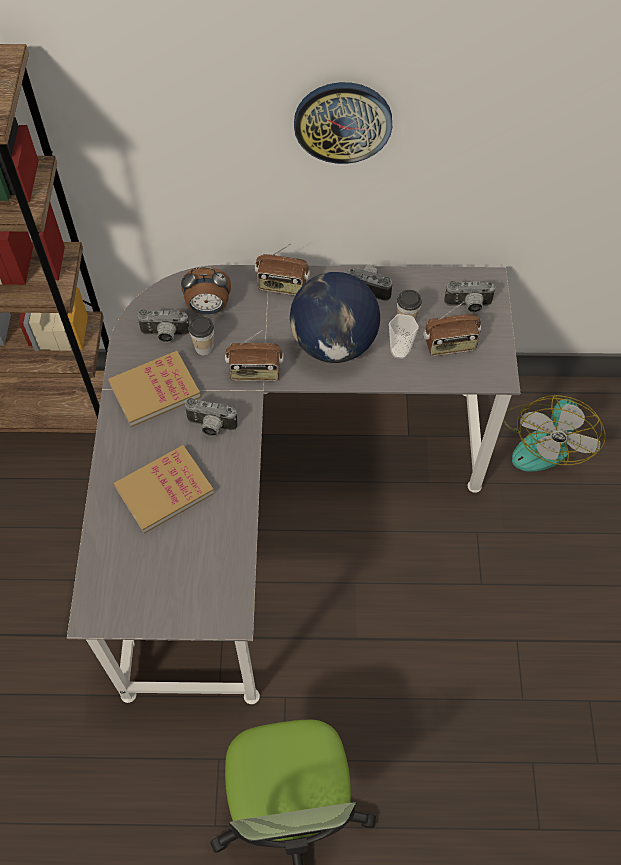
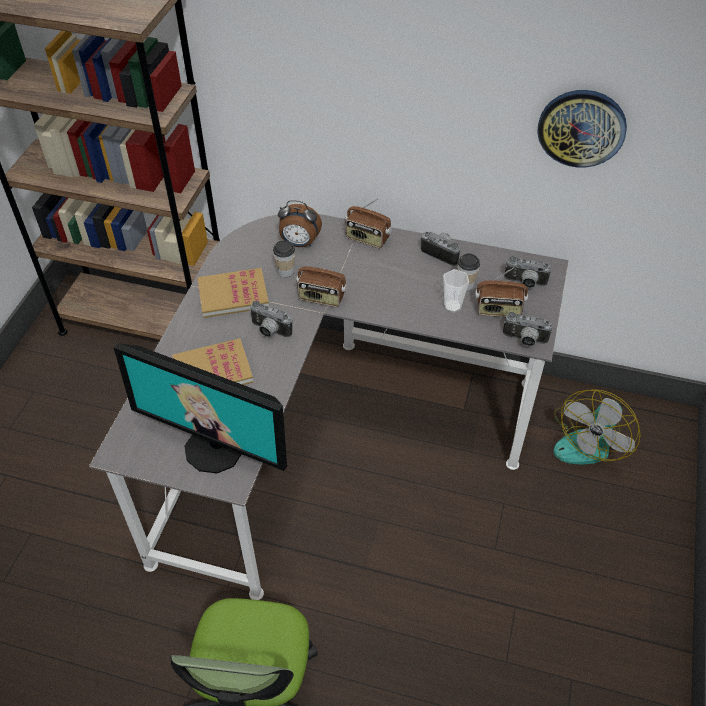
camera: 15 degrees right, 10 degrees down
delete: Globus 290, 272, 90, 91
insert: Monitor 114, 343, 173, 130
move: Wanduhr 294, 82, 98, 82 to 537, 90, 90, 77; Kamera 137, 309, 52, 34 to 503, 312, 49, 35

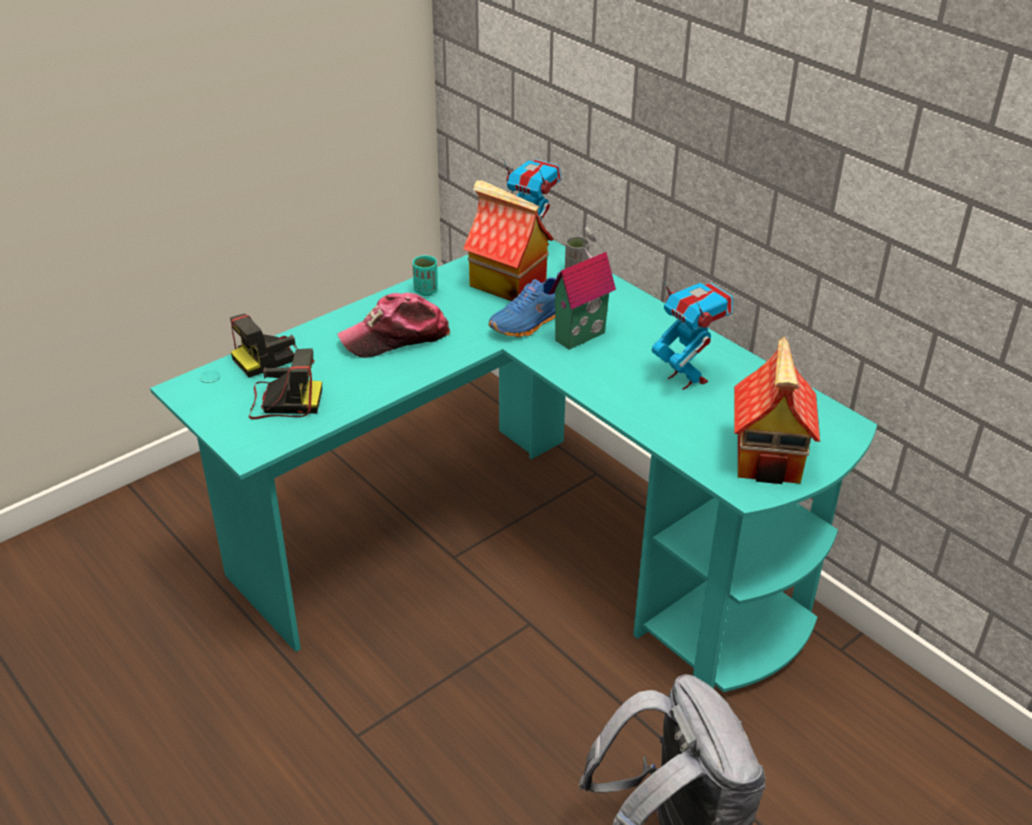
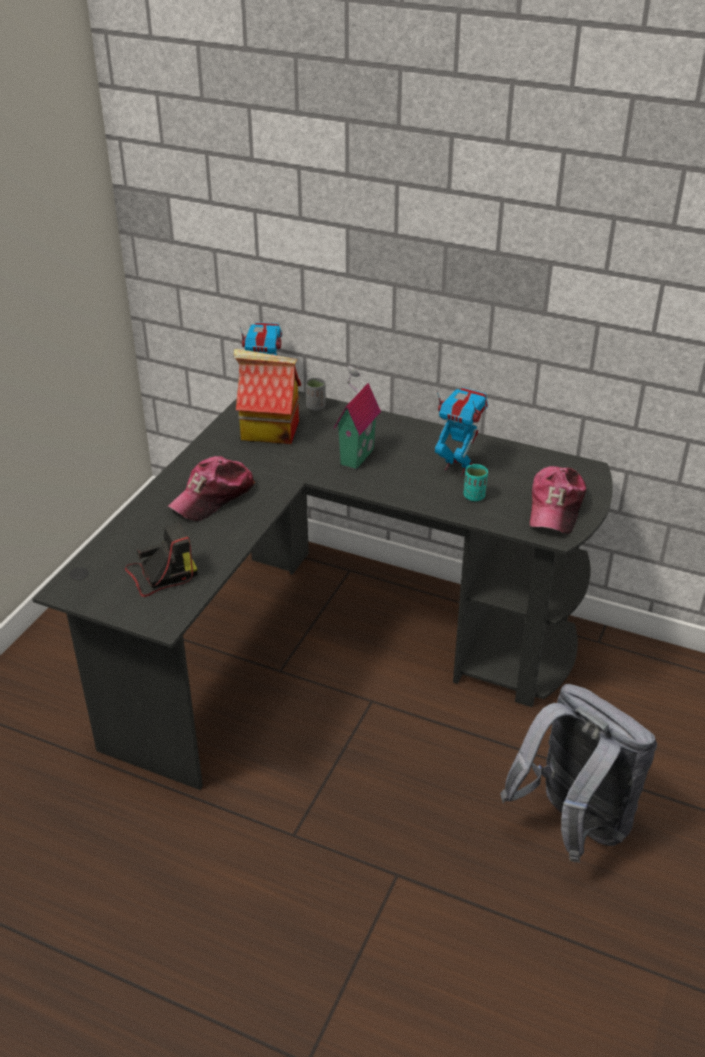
camera: 25 degrees left, 0 degrees up
delete: Schuh/blau 489, 272, 71, 65; Kamera 230, 314, 85, 64
move: Tasse/türkis 413, 255, 25, 41 to 464, 464, 24, 37
replace: Spielzeughaus 734, 336, 86, 148 to Kappe 530, 466, 56, 67
recolor: Schreibtisch/türkis 150, 240, 727, 452 to Schreibtisch/schwarz 32, 391, 581, 399

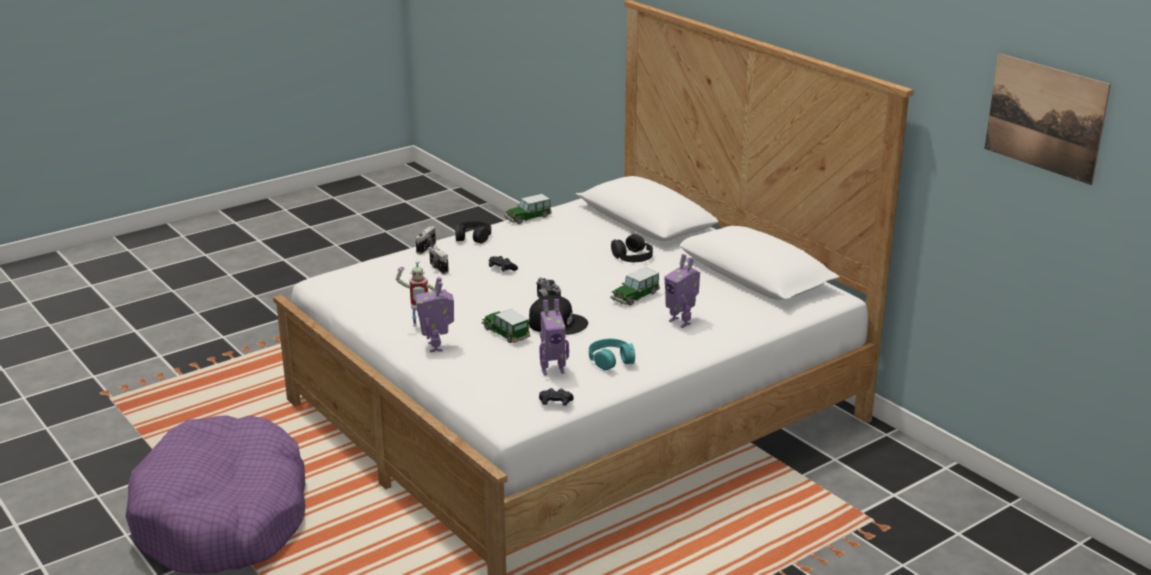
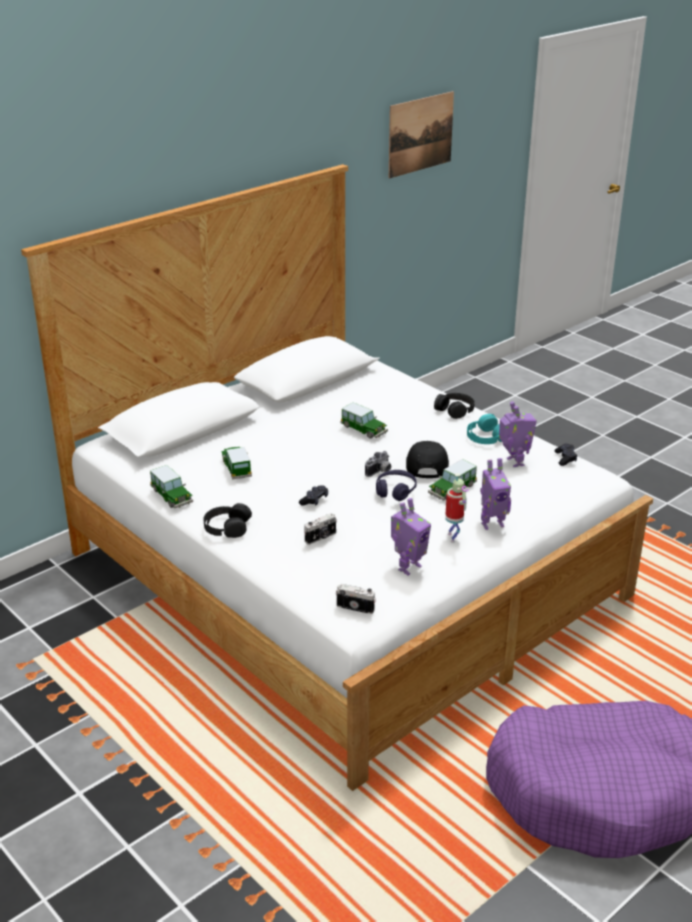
camera: 95 degrees left, 5 degrees up
insert: Spielzeugauto 221, 447, 31, 32; Kopfhörer/lila 376, 470, 41, 31
move: Kamera 416, 226, 20, 28 to 336, 584, 40, 30; Kopfhörer/schwarz 611, 234, 42, 28 to 434, 393, 41, 26; Spielzeugroboter 664, 254, 36, 74 to 391, 498, 40, 77

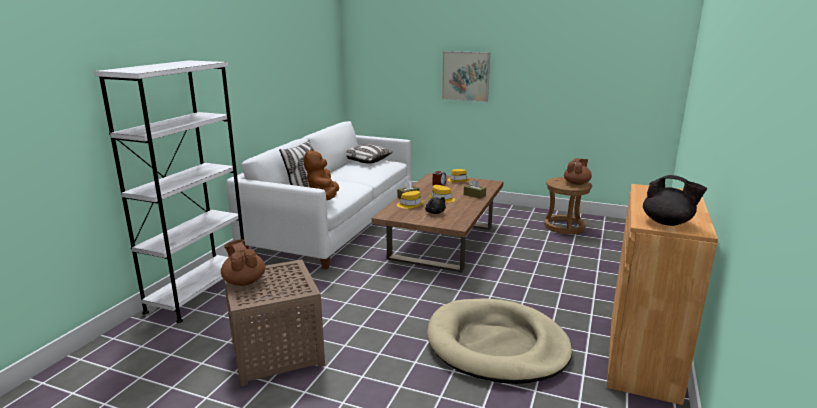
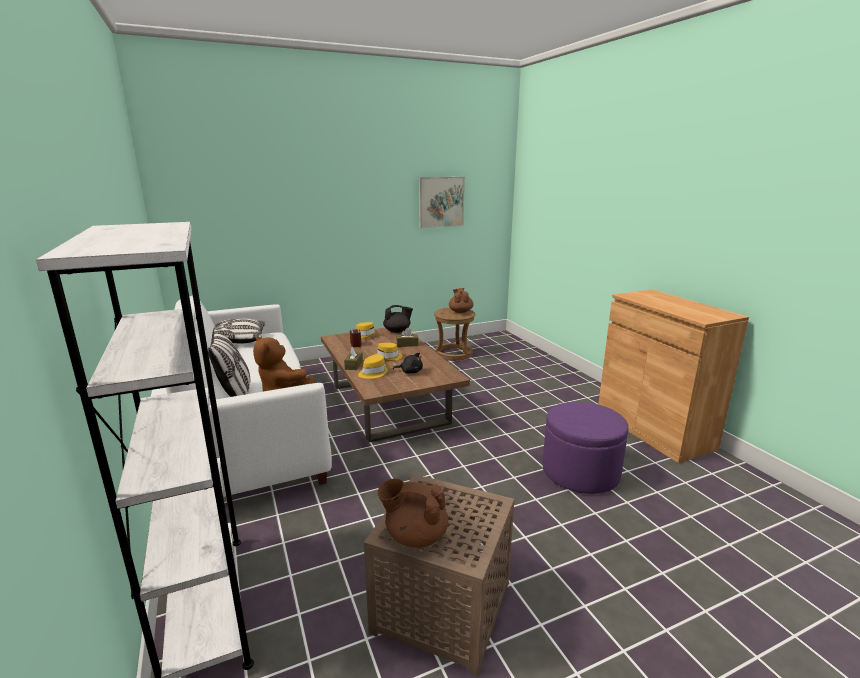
camera: 45 degrees left, 0 degrees up
move: Bild 442, 51, 48, 51 to 419, 177, 46, 51; Teekanne/schwarz 643, 175, 64, 51 to 383, 305, 30, 28
replace: Hundebett/beige 427, 298, 145, 86 to Polsterhocker/lila 542, 402, 86, 92

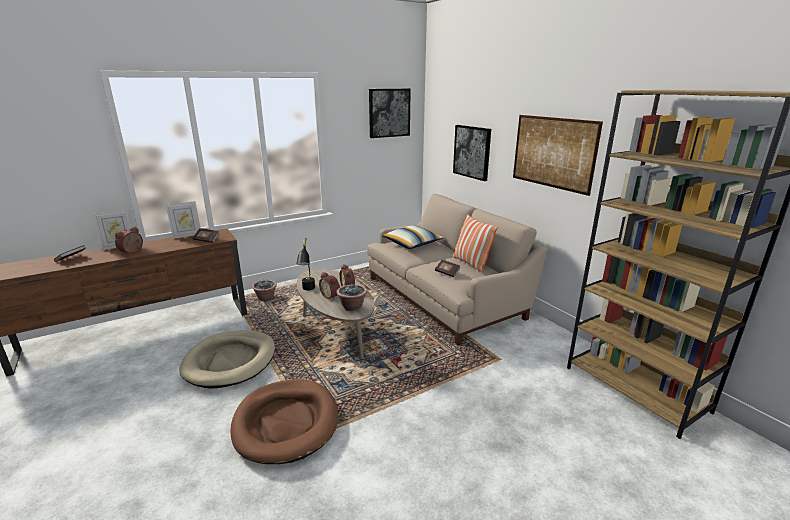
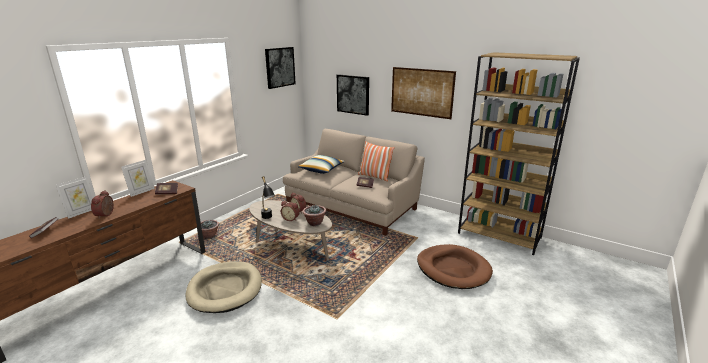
camera: 25 degrees left, 0 degrees up
move: Hundebett/braun 230, 380, 108, 84 to 417, 244, 76, 45

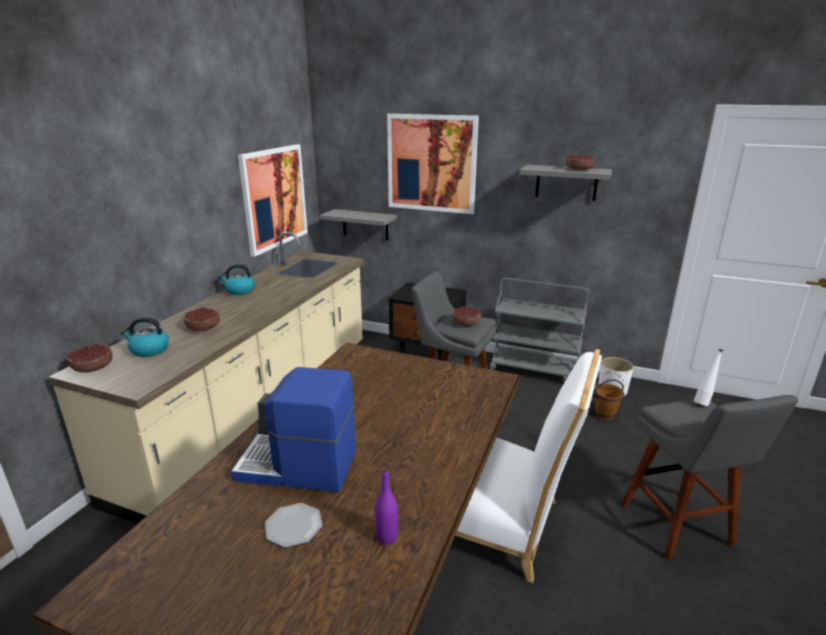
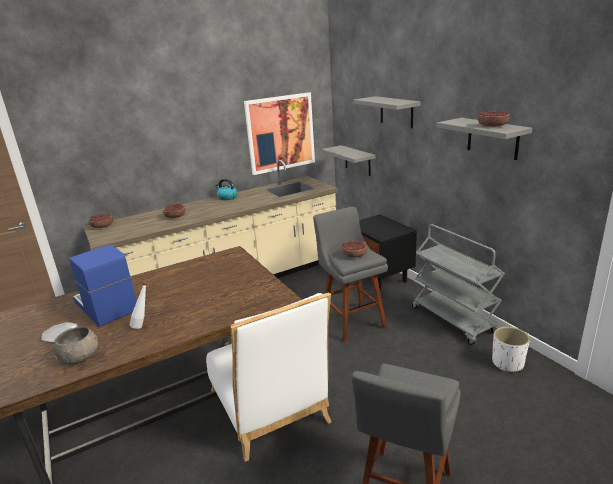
camera: 40 degrees right, 0 degrees up
delete: Wasserkessel 120, 317, 49, 40; Eimer/braun 592, 379, 33, 41
move: Flasche/weiß 694, 349, 29, 57 to 130, 282, 17, 47
replace: Bild 387, 114, 92, 100 to Wandregal/grau 353, 96, 67, 32; Flasche/lila 375, 467, 23, 78 to Schüssel/grau 53, 327, 45, 38

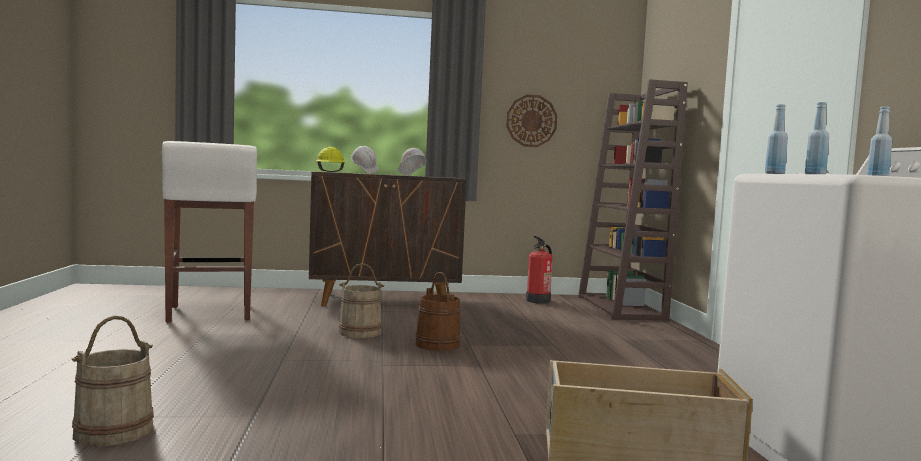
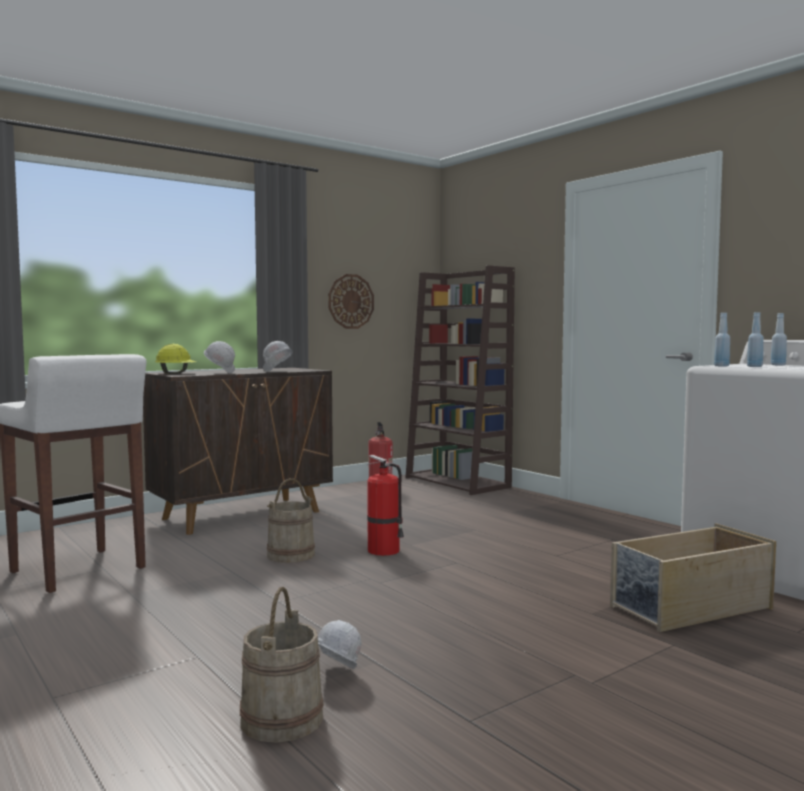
camera: 30 degrees left, 0 degrees up
insert: Schutzhelm/weiß 318, 620, 43, 49
replace: Eimer/braun 415, 272, 46, 79 to Feuerlöscher 367, 455, 37, 101

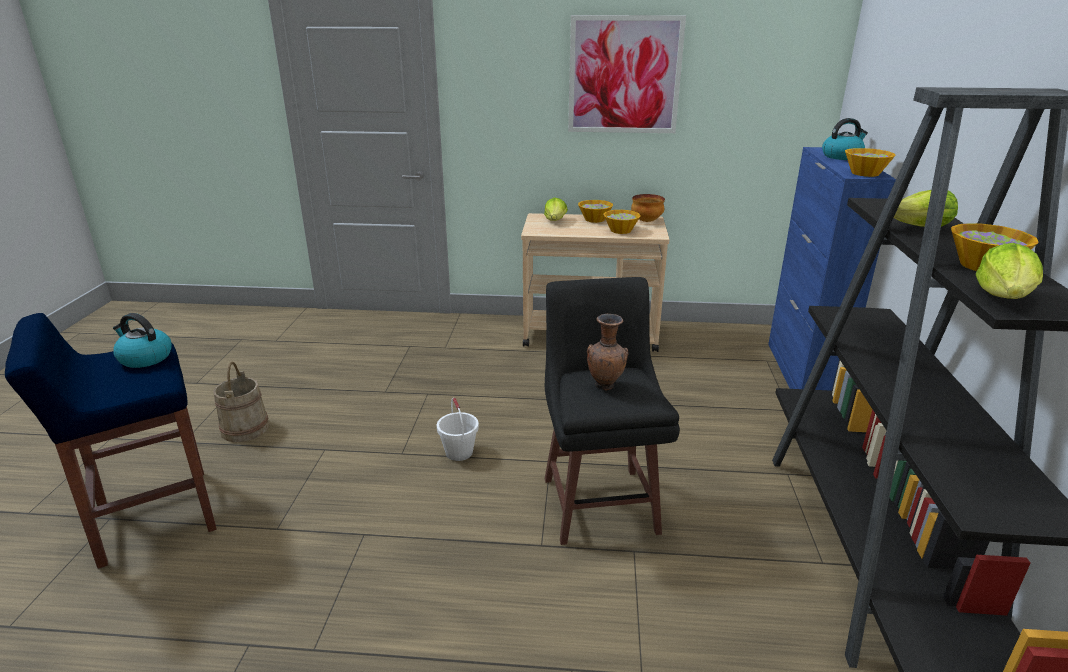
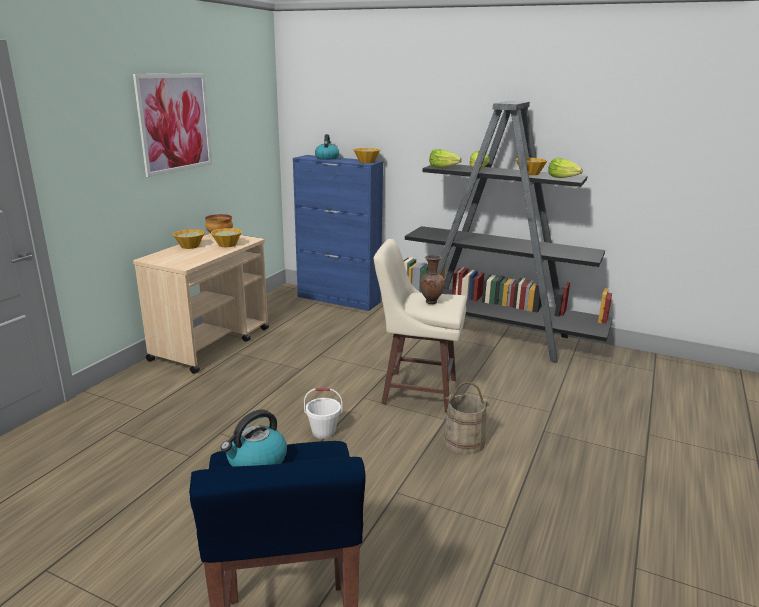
camera: 70 degrees left, 5 degrees down
move: Salatkopf 544, 197, 24, 24 to 429, 149, 33, 19; Eimer/beige 213, 362, 56, 80 to 443, 381, 47, 73
recolor: Hocker/schwarz 545, 277, 135, 268 to Hocker/beige 374, 239, 93, 173

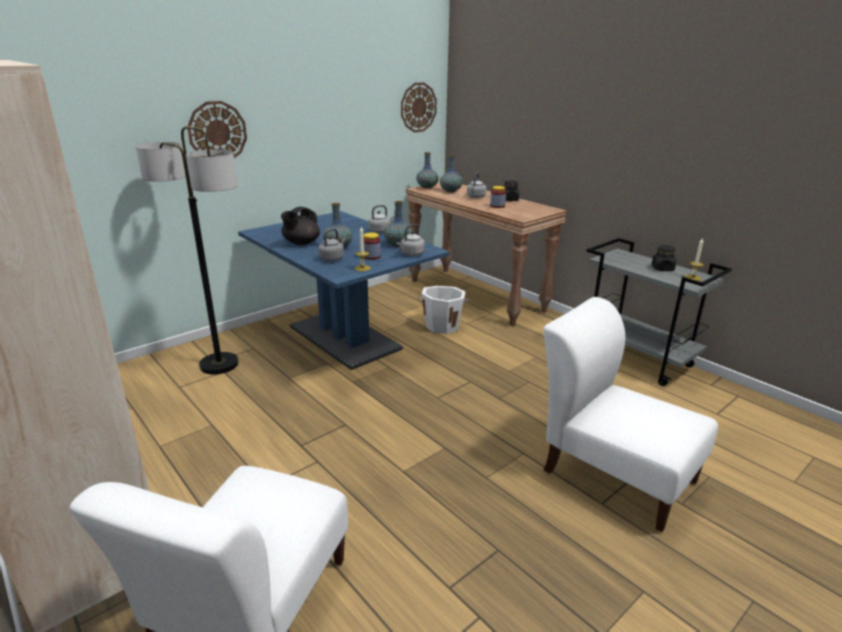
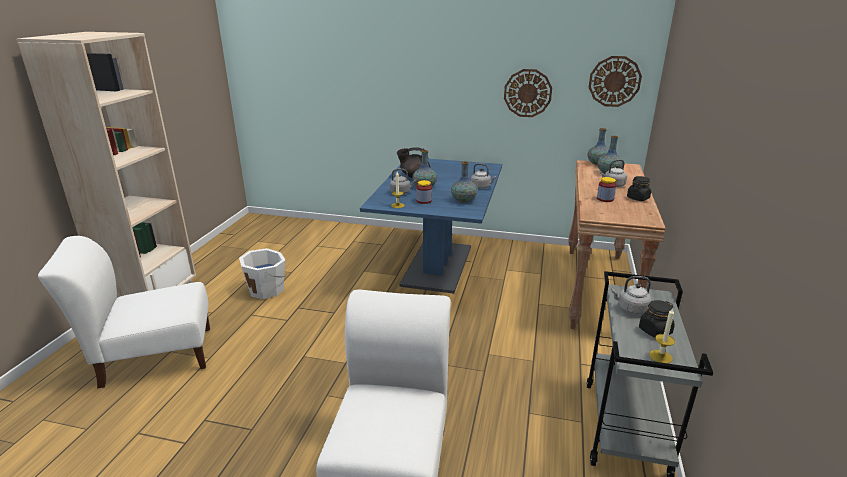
camera: 55 degrees right, 0 degrees up
delete: Stehlampe 136, 126, 102, 249
move: Wanduhr 188, 101, 59, 57 to 504, 69, 48, 48; Wasserkessel/grau 396, 224, 29, 32 to 611, 276, 41, 39; Eimer/weiß 417, 286, 53, 48 to 239, 248, 47, 51

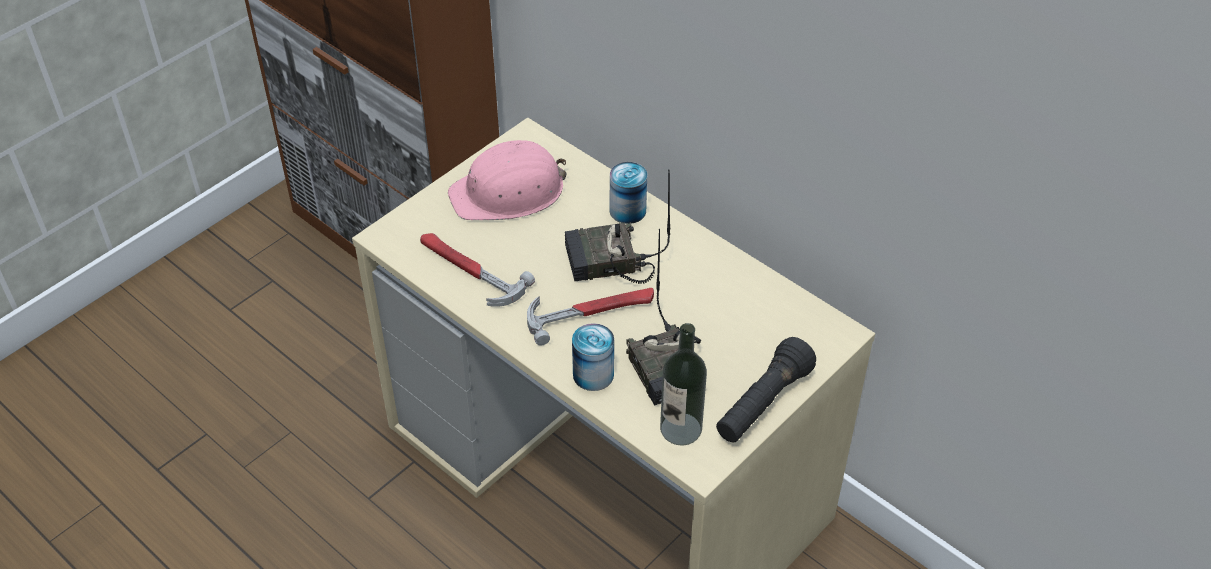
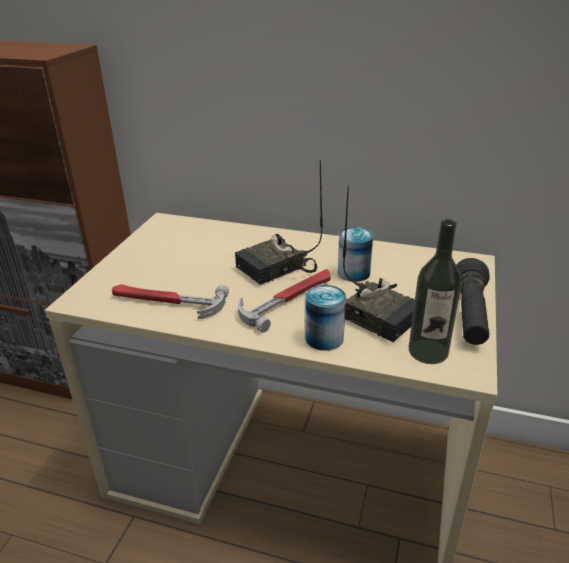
camera: 25 degrees left, 15 degrees down
delete: Schutzhelm/rosa 448, 140, 119, 80
move: Dose 610, 162, 37, 62 to 338, 227, 35, 55

